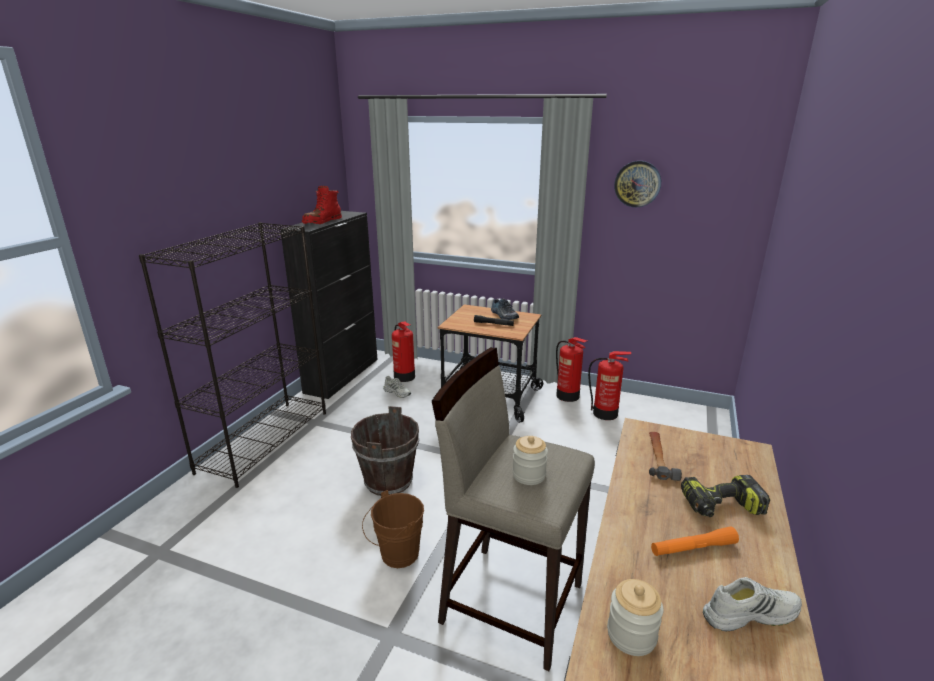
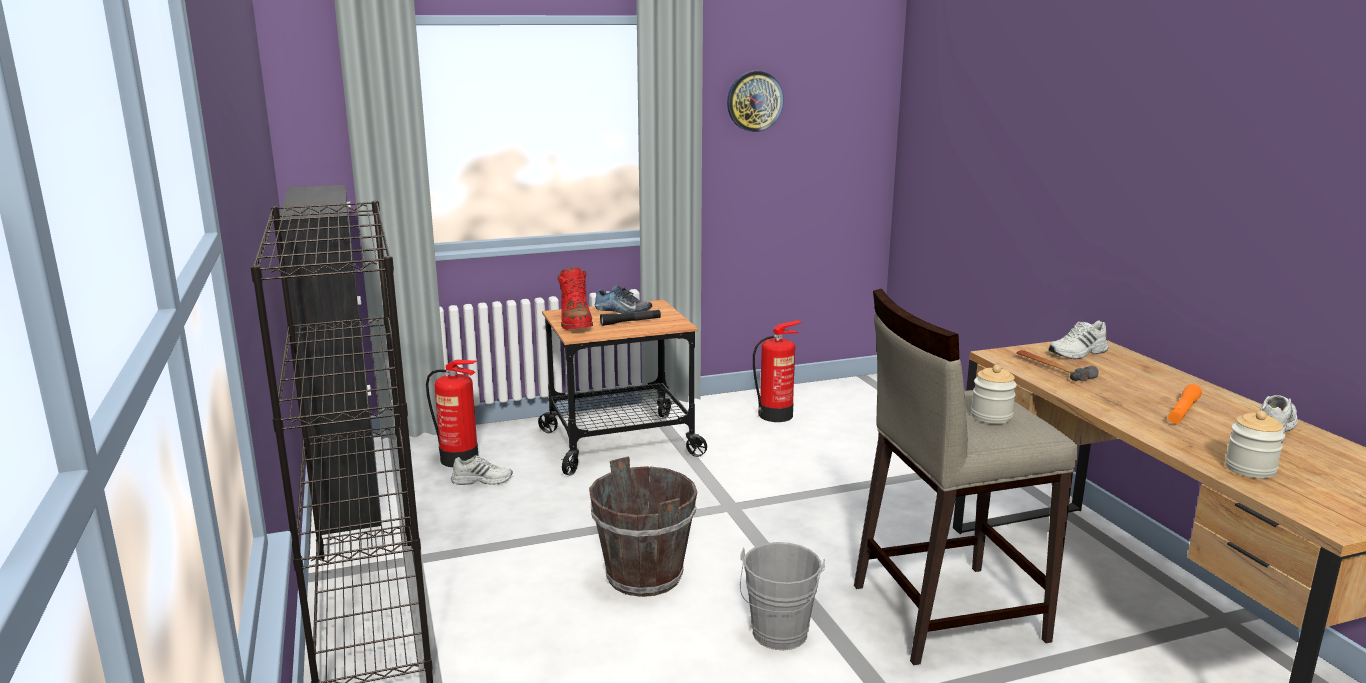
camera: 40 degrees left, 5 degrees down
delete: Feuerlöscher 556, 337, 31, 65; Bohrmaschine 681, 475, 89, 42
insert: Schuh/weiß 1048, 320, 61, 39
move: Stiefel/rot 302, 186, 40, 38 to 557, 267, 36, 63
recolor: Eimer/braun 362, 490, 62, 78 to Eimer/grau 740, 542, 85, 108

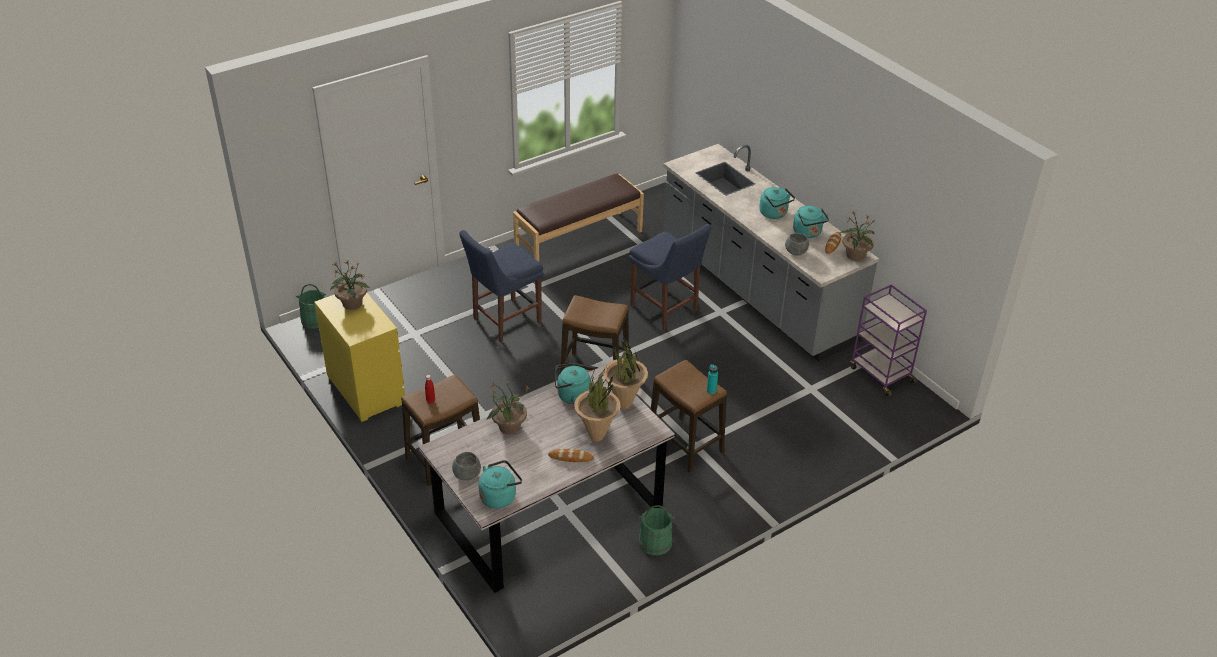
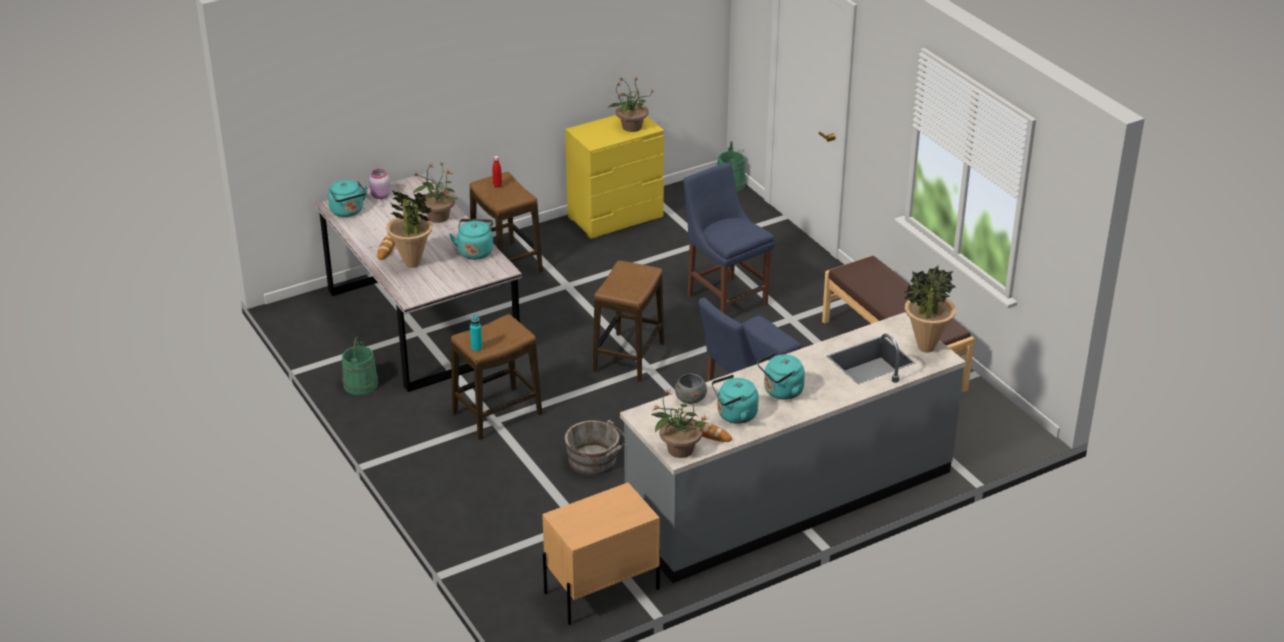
camera: 95 degrees right, 5 degrees down
insert: Eimer/grau 564, 419, 61, 57
move: Topfpflanze 603, 335, 45, 74 to 903, 265, 53, 88
replace: Rollwagen/lila 850, 285, 77, 111 to Nachttisch/beige 542, 483, 118, 142; Schüssel/grau 452, 452, 29, 29 to Vorratsglas/rosa 369, 169, 22, 30

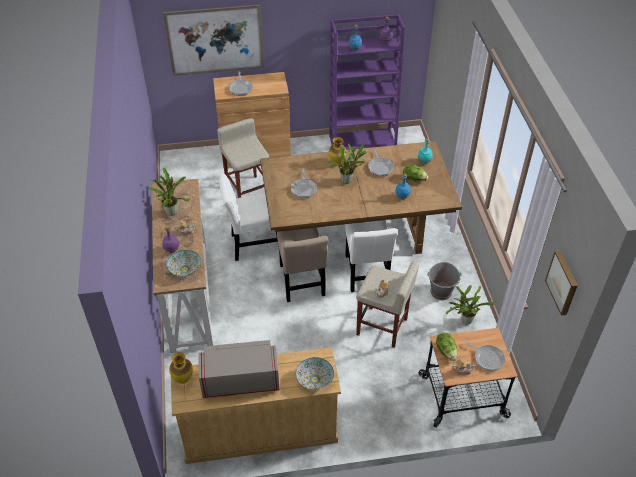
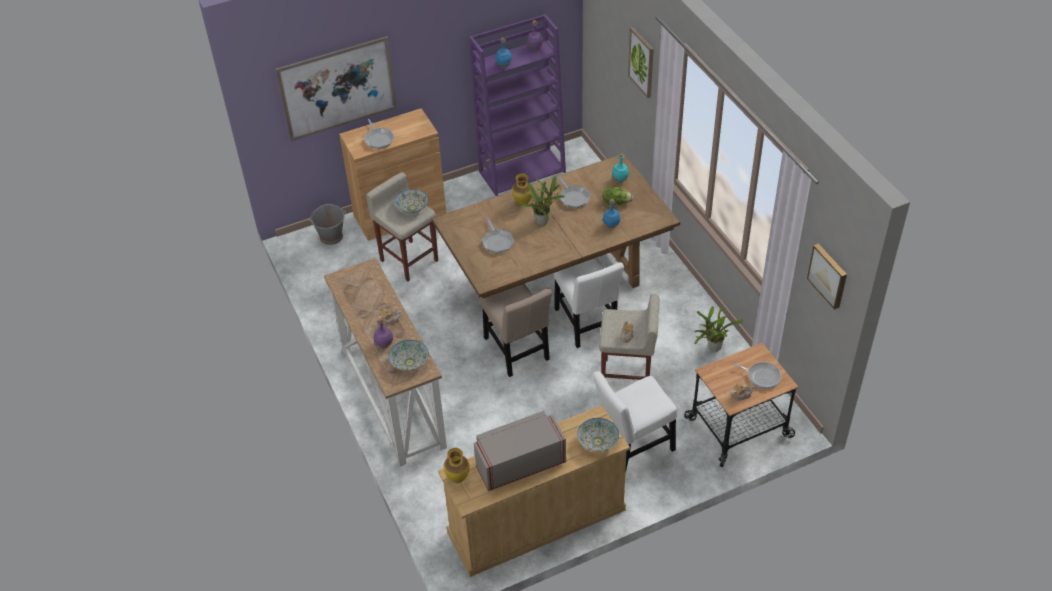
camera: 15 degrees left, 0 degrees up
delete: Topfpflanze 149, 168, 41, 48; Salatkopf 436, 332, 21, 29
insert: Bild 628, 27, 26, 71; Schüssel 394, 189, 34, 24
move: Stuhl/weiß 220, 174, 59, 87 to 593, 371, 84, 103; Eimer/grau 427, 262, 35, 38 to 309, 204, 37, 41

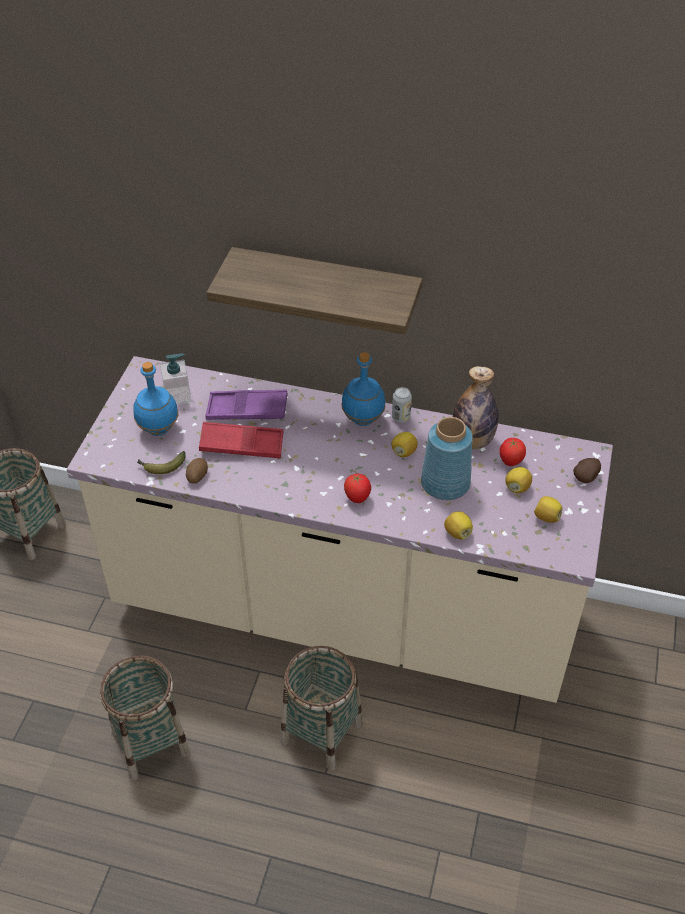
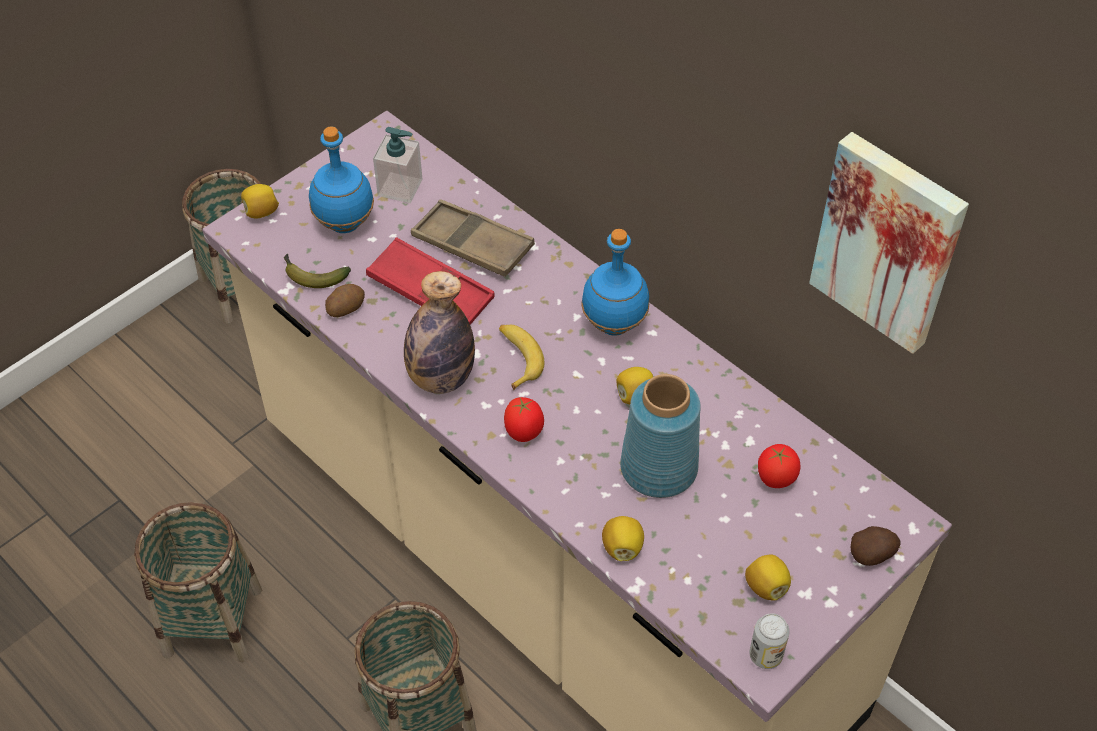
camera: 30 degrees right, 5 degrees up
delete: Wandregal 206, 247, 216, 88
insert: Bild 809, 132, 160, 222; Banane 499, 325, 45, 65
move: Flasche 453, 366, 46, 83 to 404, 271, 71, 123; Dose 392, 387, 20, 35 to 749, 613, 41, 56; Zitrone 506, 467, 26, 27 to 241, 184, 38, 35
recolor: Tablett/lila 205, 390, 83, 30 to Tablett/braun 411, 199, 124, 78

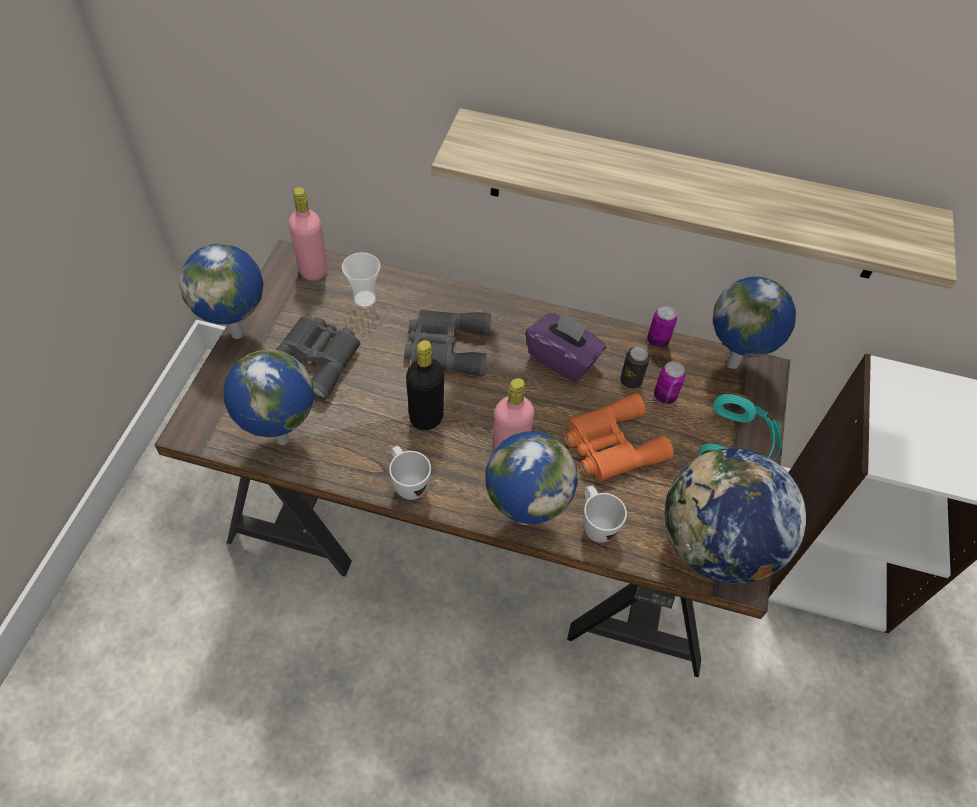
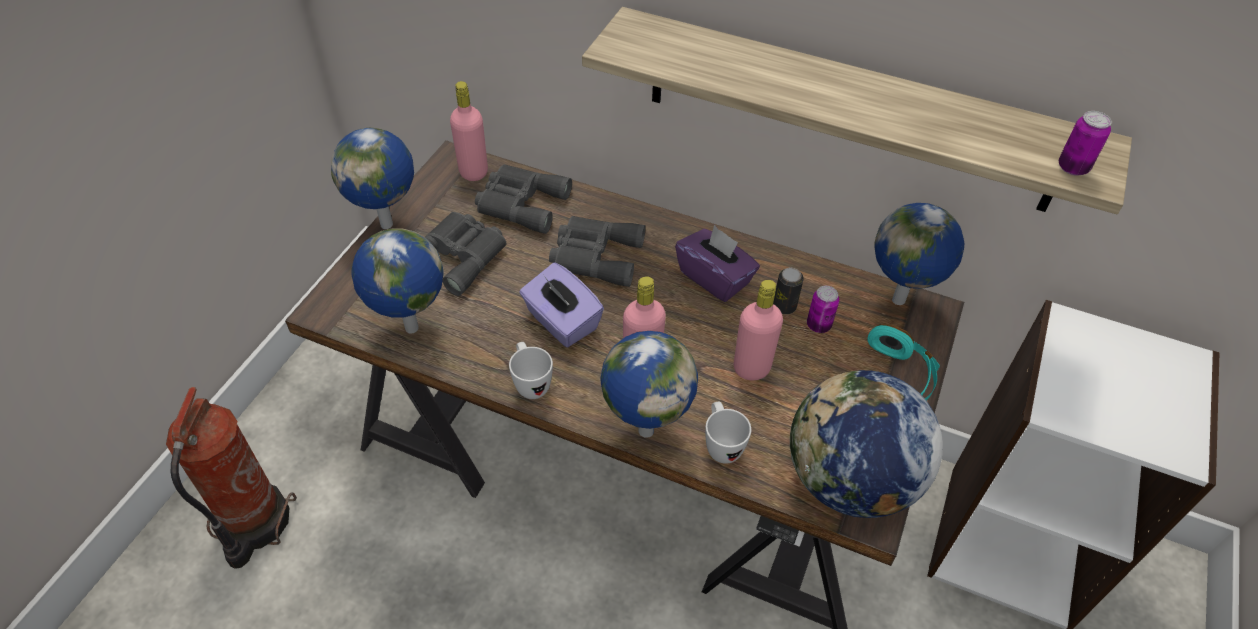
camera: 10 degrees right, 5 degrees down
insert: Feuerlöscher 166, 387, 131, 182
move: Dose 647, 306, 30, 42 to 1059, 111, 53, 65
replace: Tasse 342, 252, 38, 56 to Fernglas/grau 475, 164, 97, 70; Flasche/schwarz 406, 340, 38, 90 to Taschentuchbox/lila 519, 262, 85, 85; Fernglas/orange 565, 393, 109, 88 to Flasche/rosa 734, 280, 49, 100

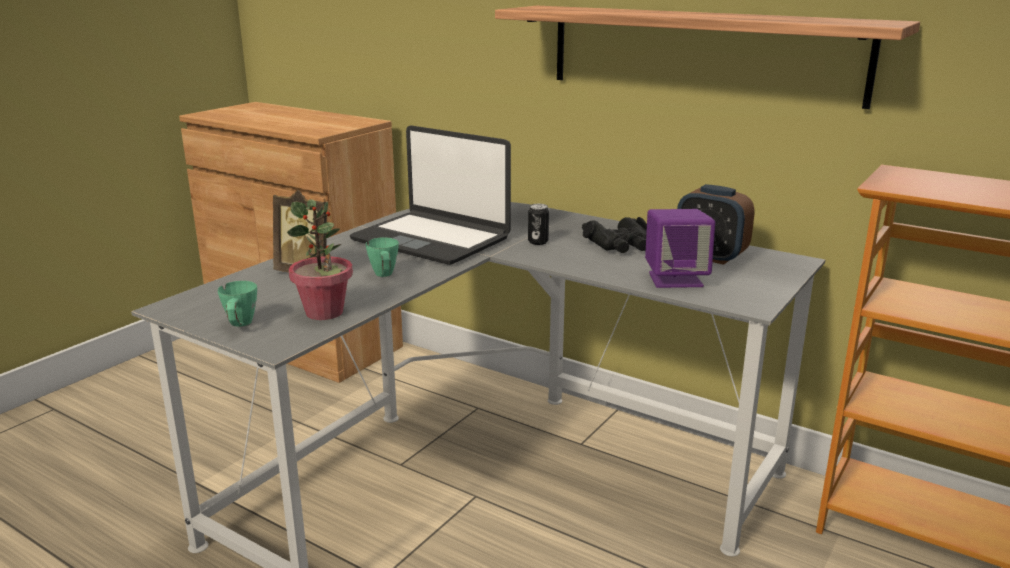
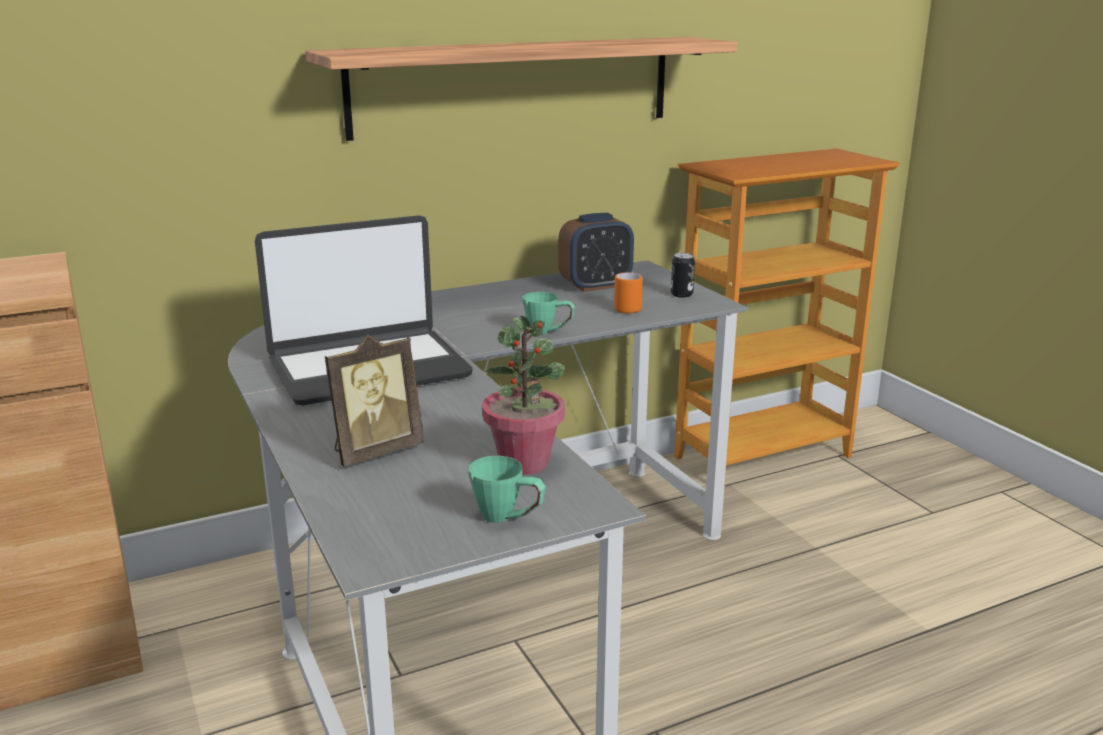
camera: 60 degrees left, 0 degrees up
delete: Fernglas/schwarz 582, 217, 65, 36
move: Dose 528, 204, 21, 41 to 671, 253, 24, 45; Henkelbecher/grün 366, 237, 33, 40 to 522, 292, 53, 42
replace: Lautsprecher/lila 645, 209, 70, 79 to Henkelbecher/orange 614, 272, 29, 42

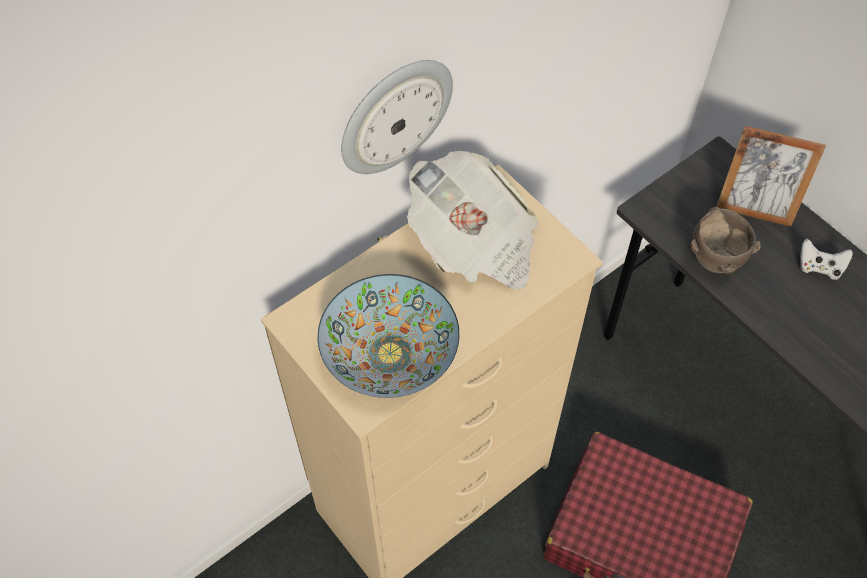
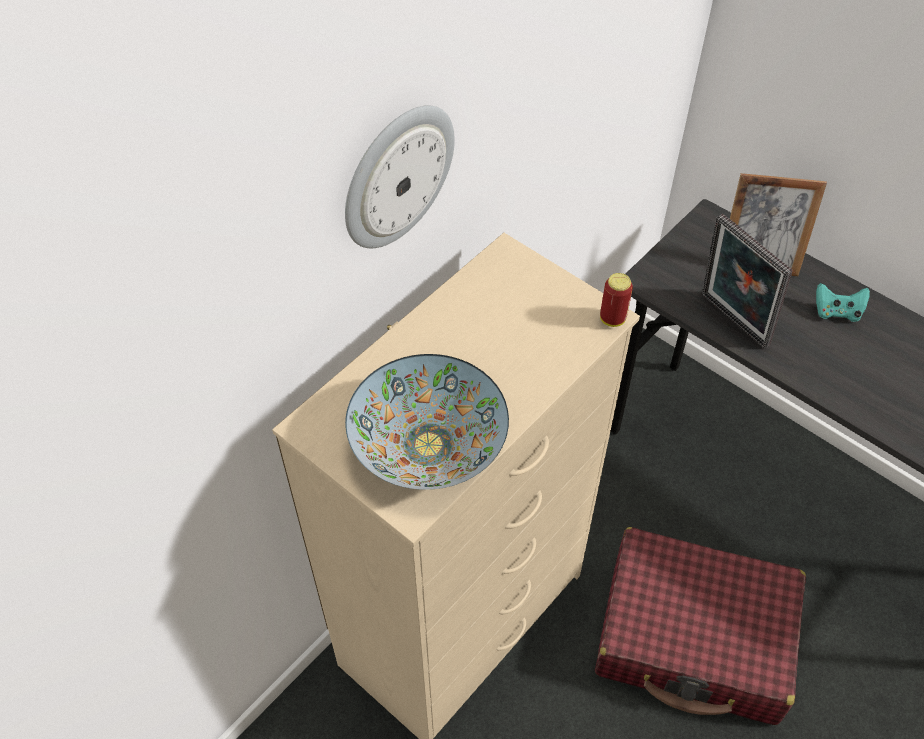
camera: 10 degrees left, 5 degrees down
delete: Zeitung 407, 151, 131, 139
insert: Dose 600, 273, 33, 54
replace: Schüssel/braun 690, 207, 71, 67 to Bilderrahmen 702, 213, 91, 136
recolor: Gamepad/weiß 800, 239, 53, 41 to Gamepad/türkis 816, 283, 54, 39

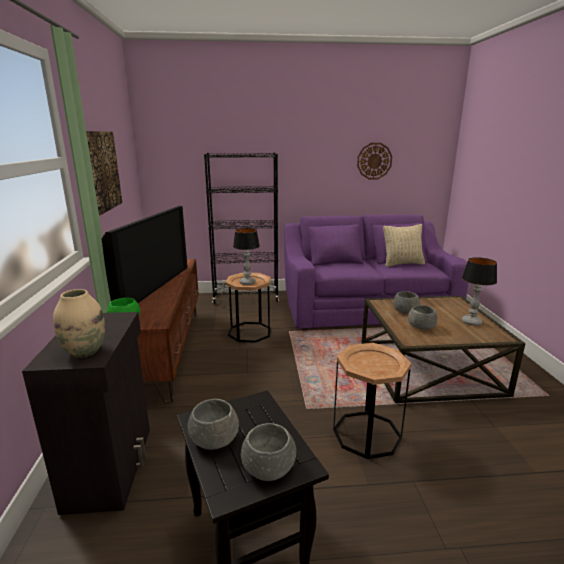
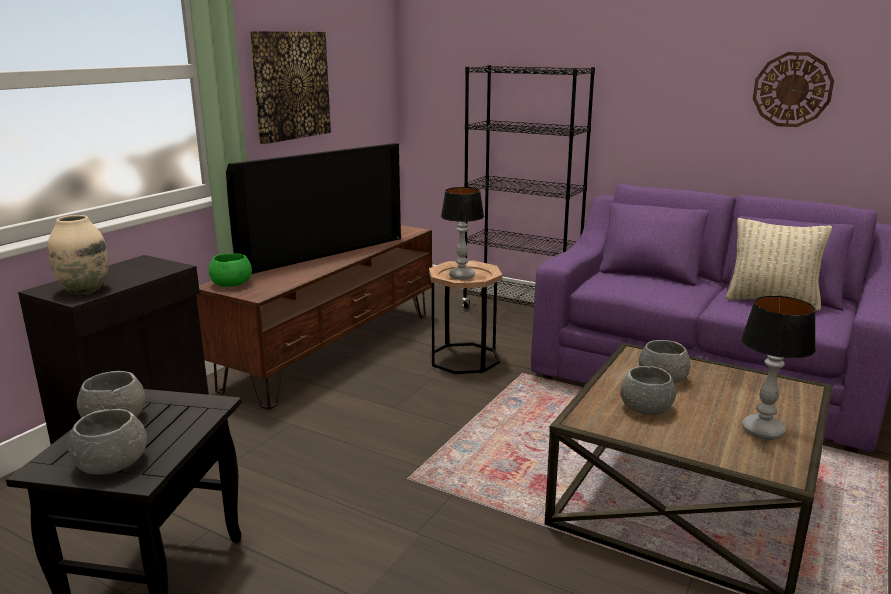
camera: 35 degrees right, 0 degrees up
delete: Beistelltisch/braun 333, 343, 78, 116

